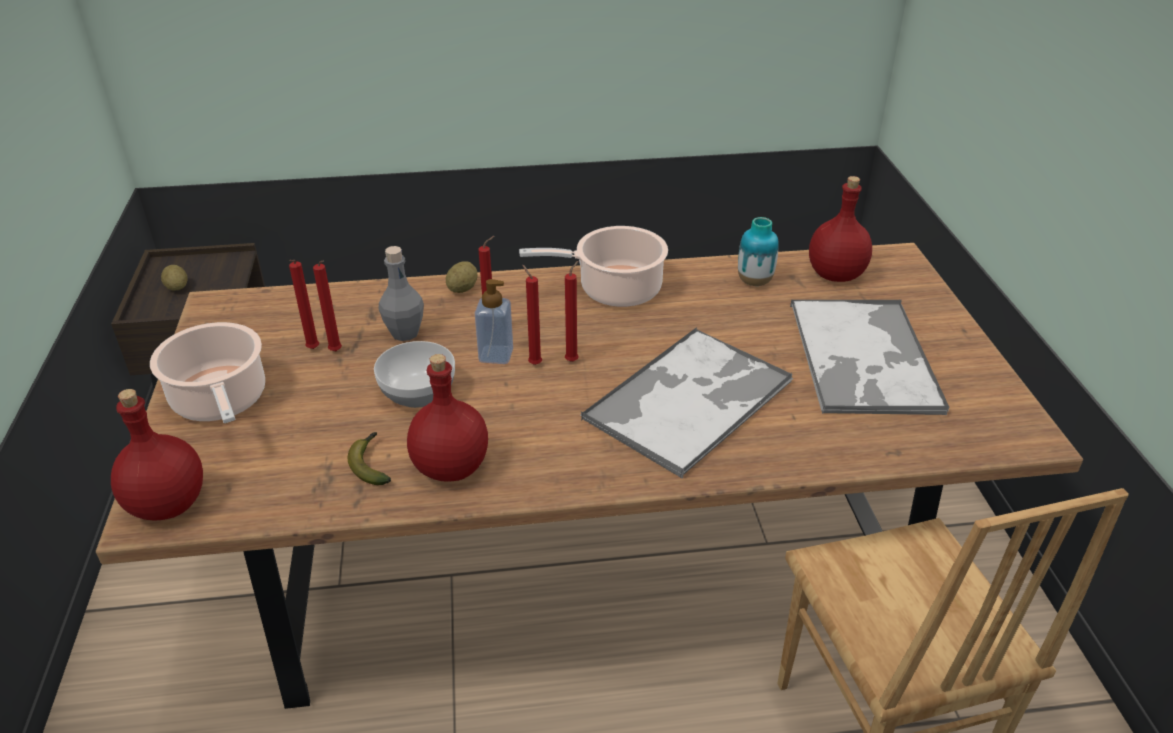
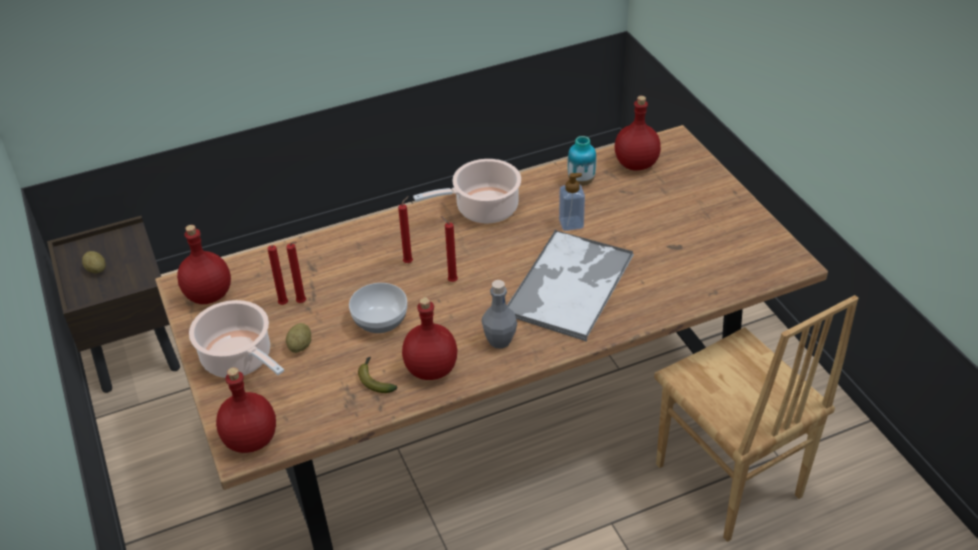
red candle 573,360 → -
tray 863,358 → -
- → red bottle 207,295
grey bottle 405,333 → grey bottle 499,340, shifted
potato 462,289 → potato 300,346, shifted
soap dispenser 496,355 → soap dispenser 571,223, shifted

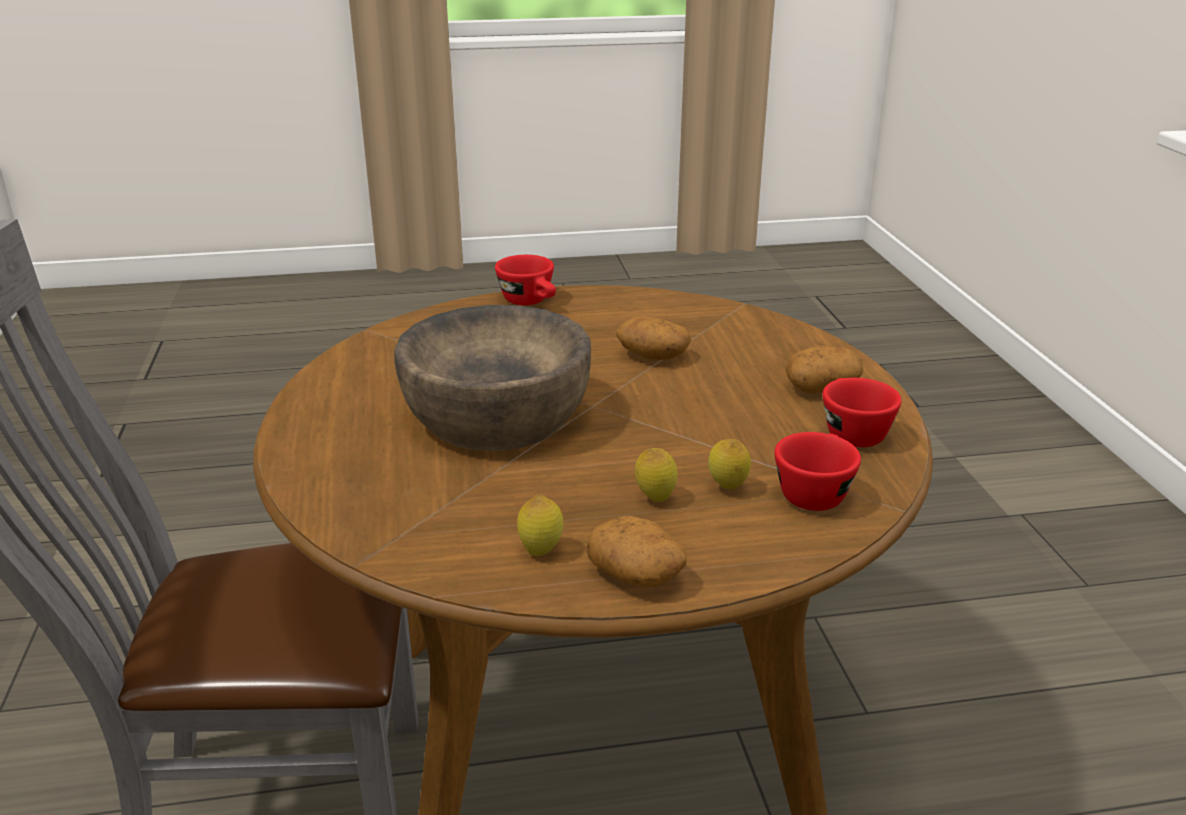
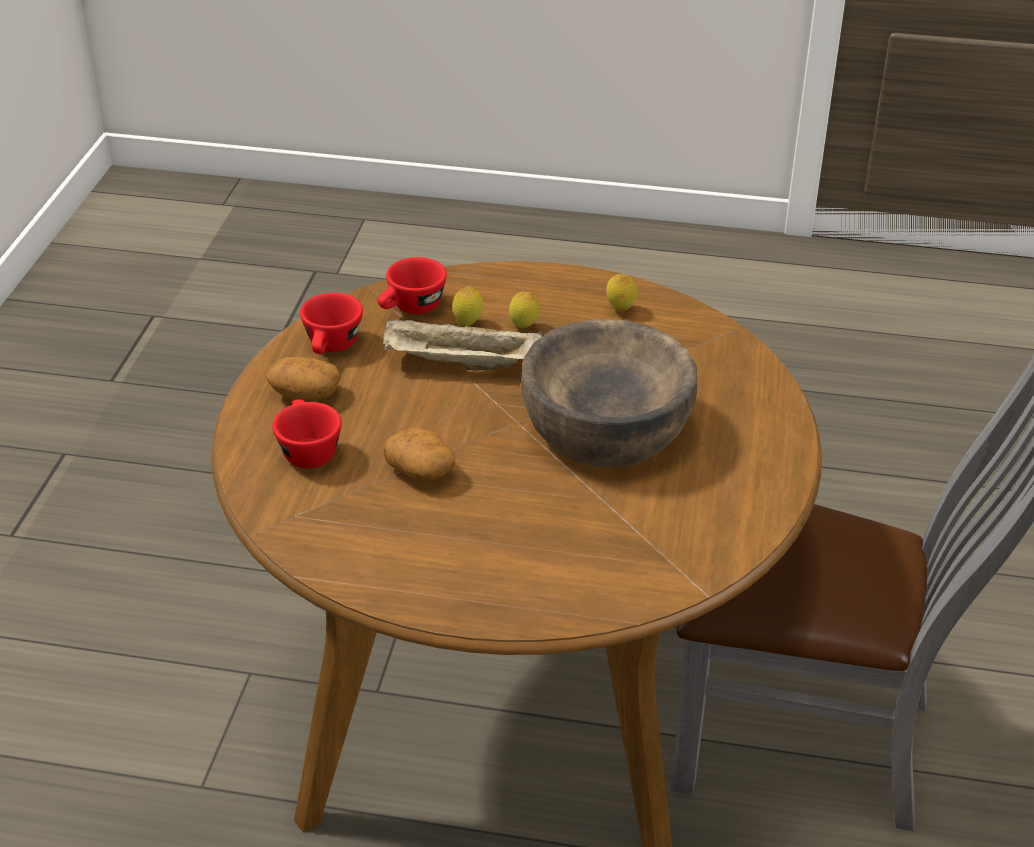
potato 637,574 → -
- → beige tray 459,364
red cup 531,302 → red cup 306,450, shifted

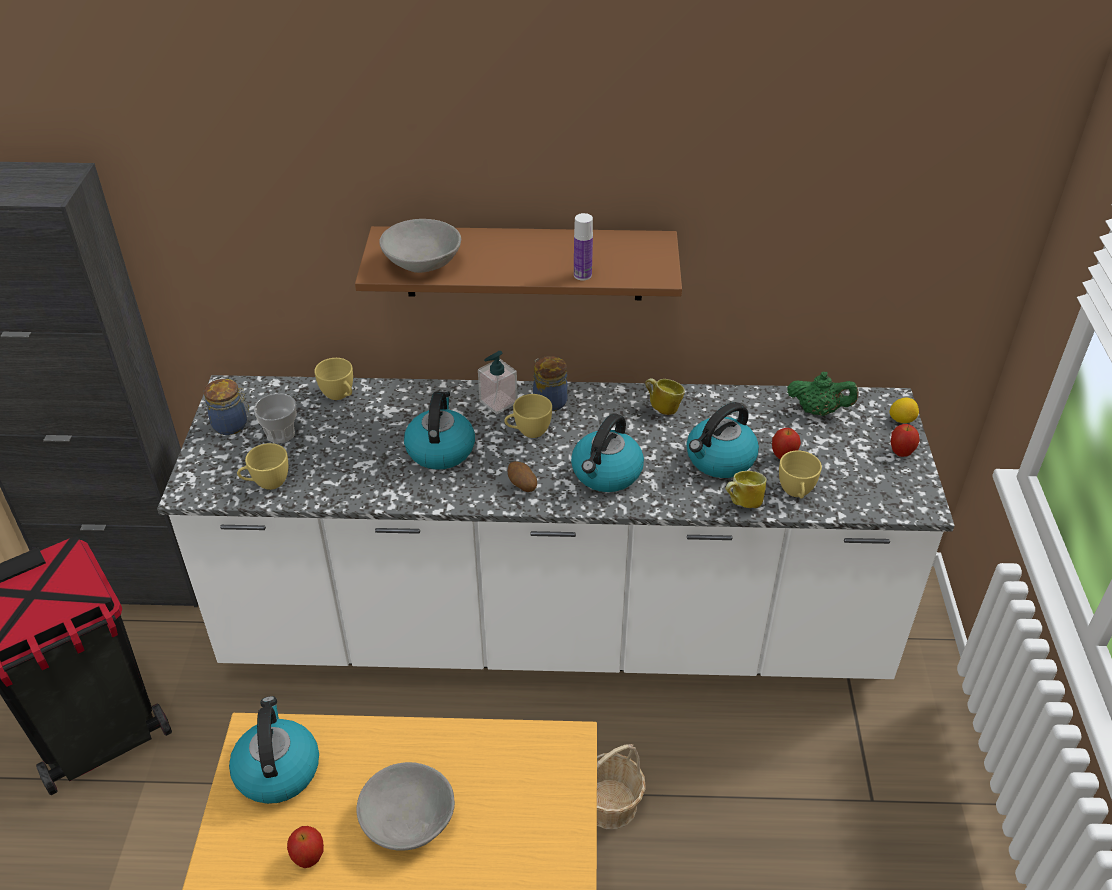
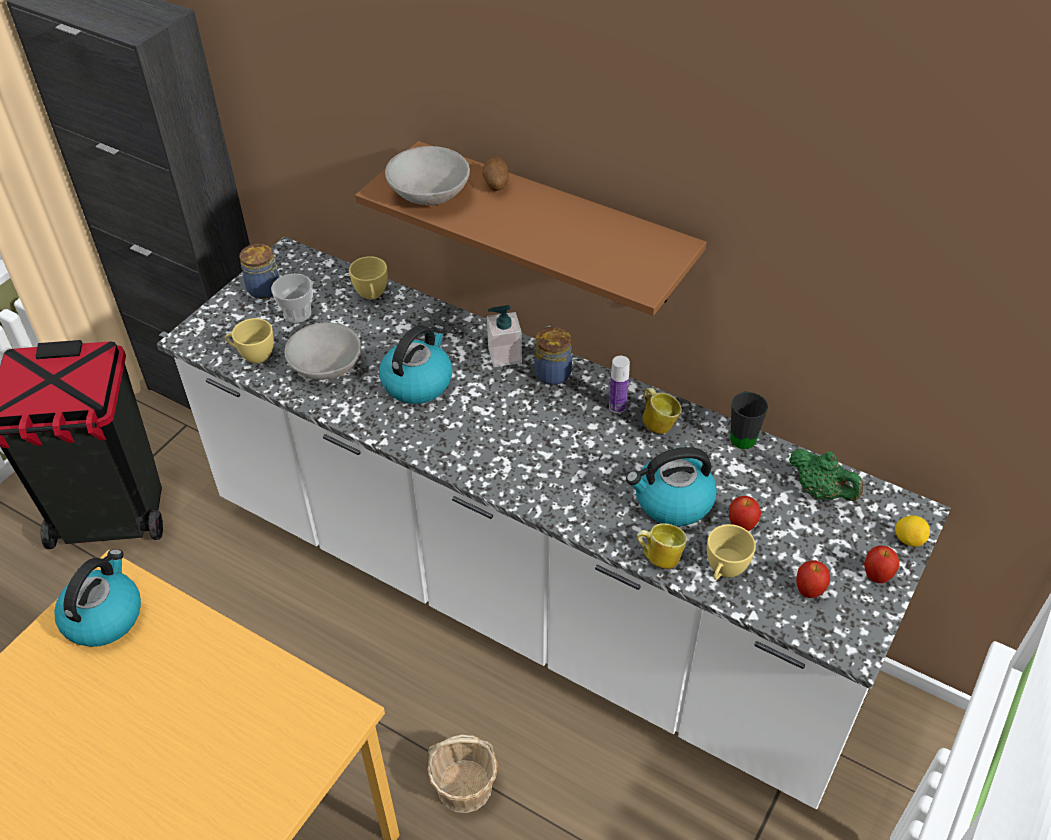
yellow cup 528,432 → -
kettle 606,473 → -
- → black mug 742,434
apple 309,858 → apple 808,591, shifted
grey bowl 408,821 → grey bowl 326,367, shifted
potato 522,485 → potato 495,185, shifted
bottle 582,275 → bottle 617,407, shifted

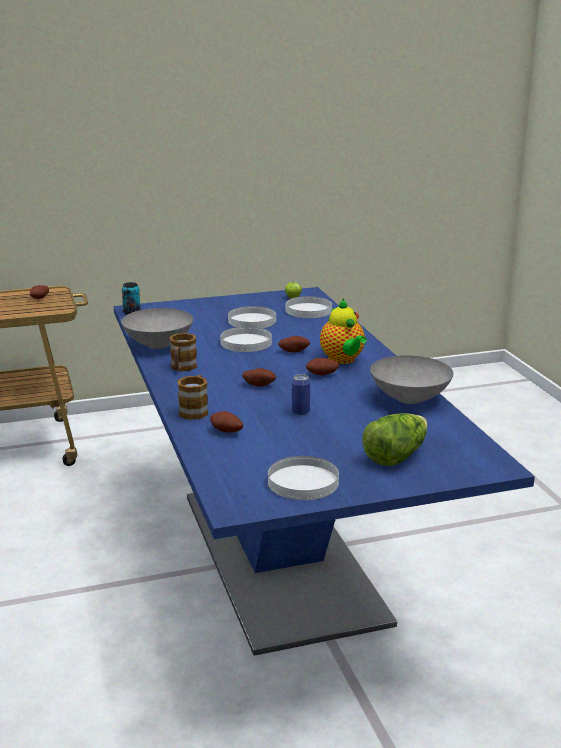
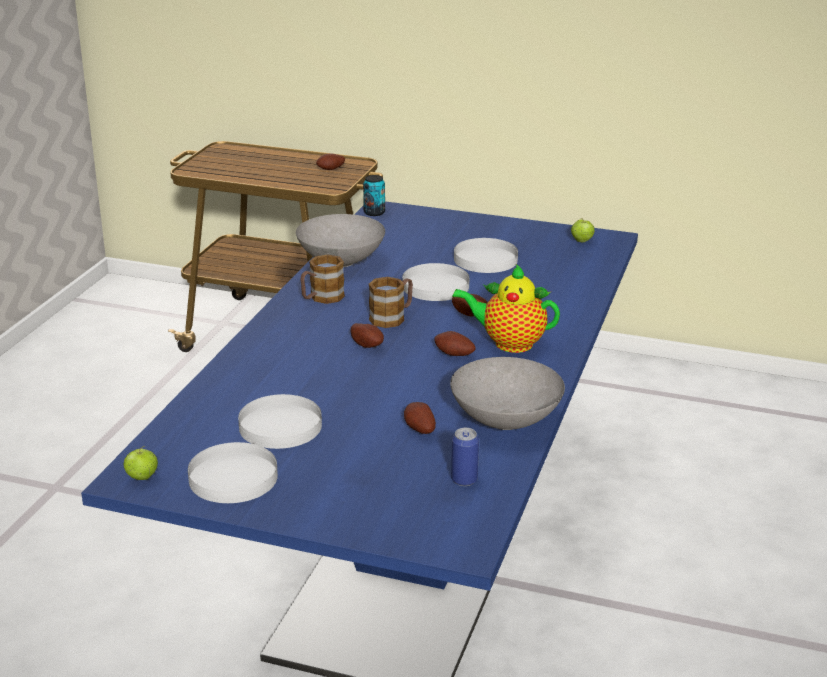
lettuce 395,456 → -
- → apple 142,477
mug 195,410 → mug 392,317, shifted
potato 226,432 → potato 419,430, shifted
white plate 308,310 → white plate 281,426, shifted
can 300,412 → can 464,480, shifted
teapot 343,360 → teapot 509,343, 90 degrees clockwise

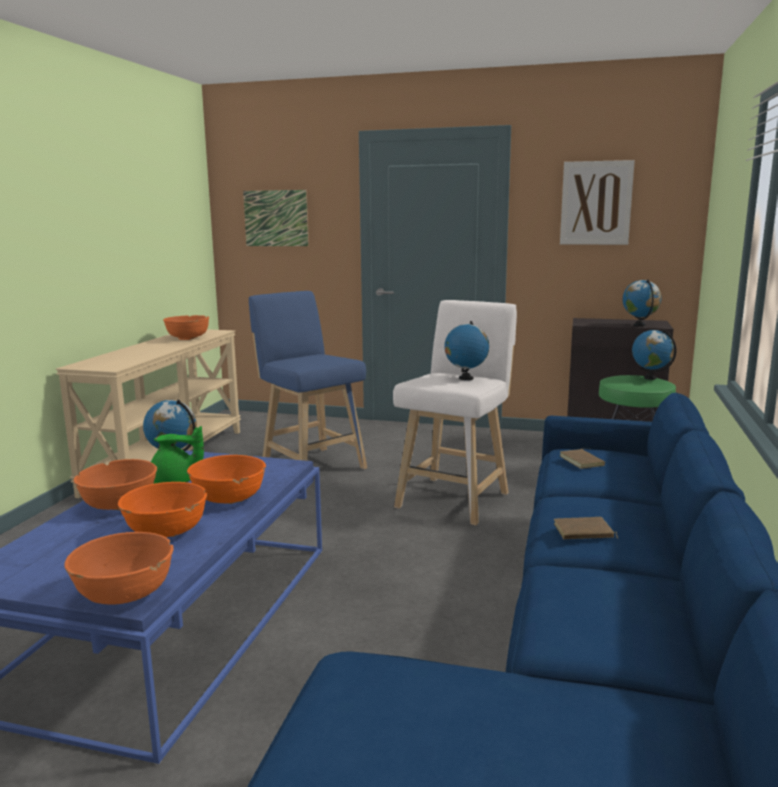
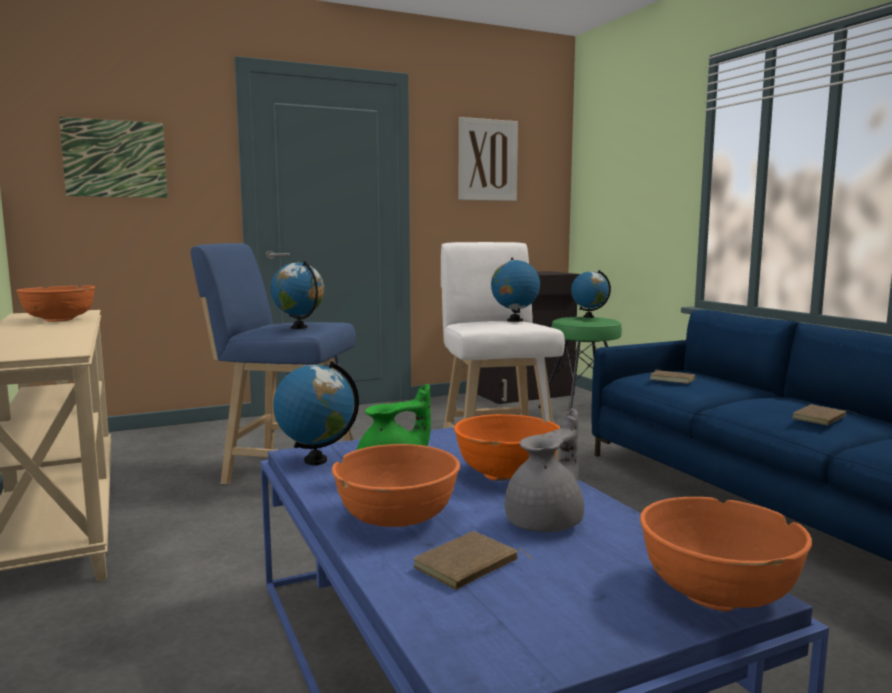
- → brown book 468,566
globe 639,325 → globe 299,327, shifted
orange bowl 166,532 → grey teapot 547,522

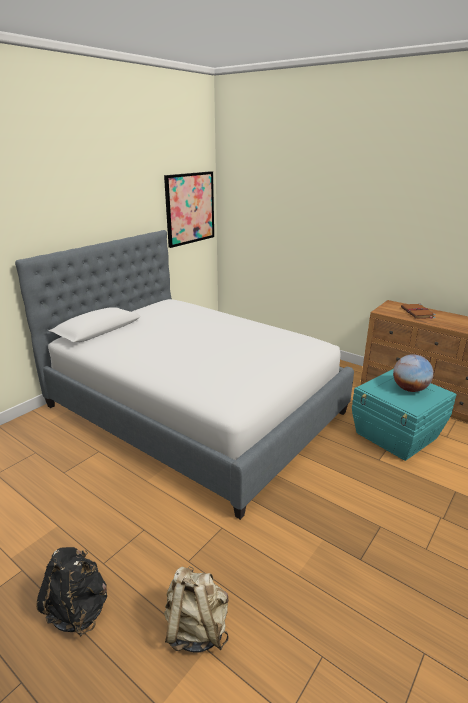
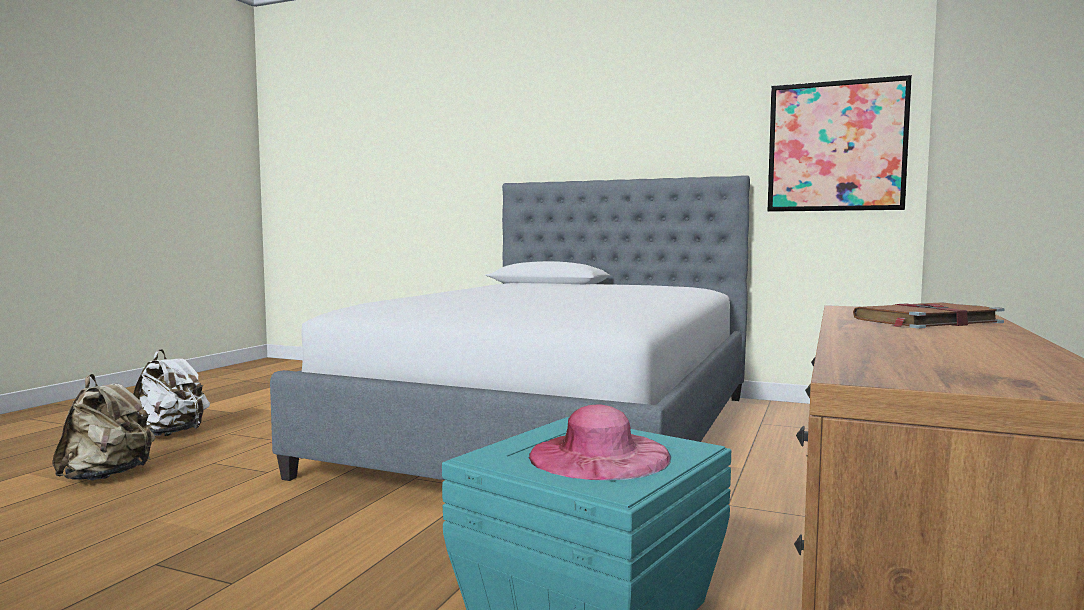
globe 409,389 → pink hat 599,456
black backpack 78,609 → white backpack 170,434

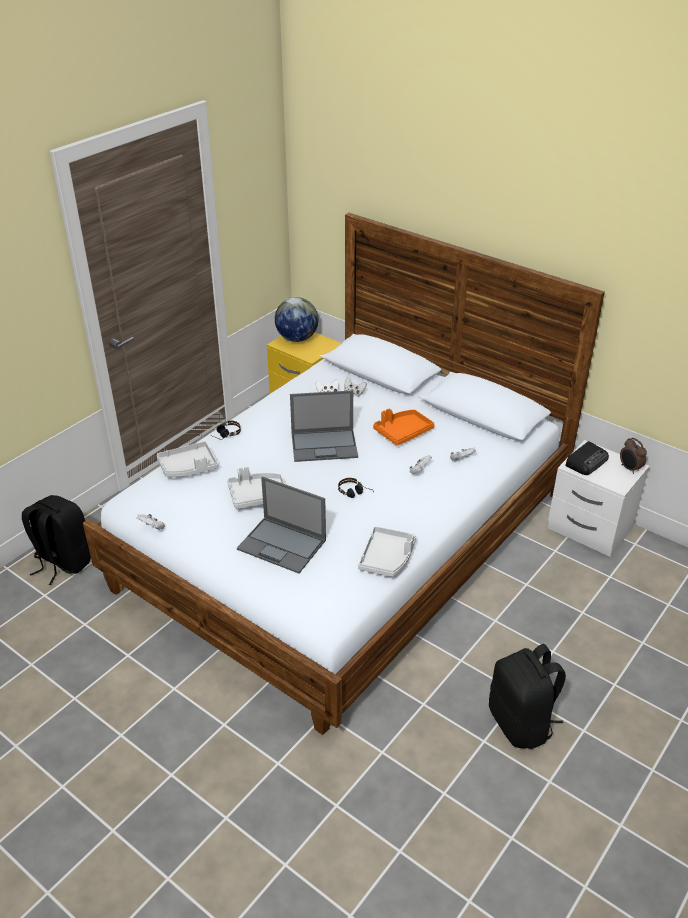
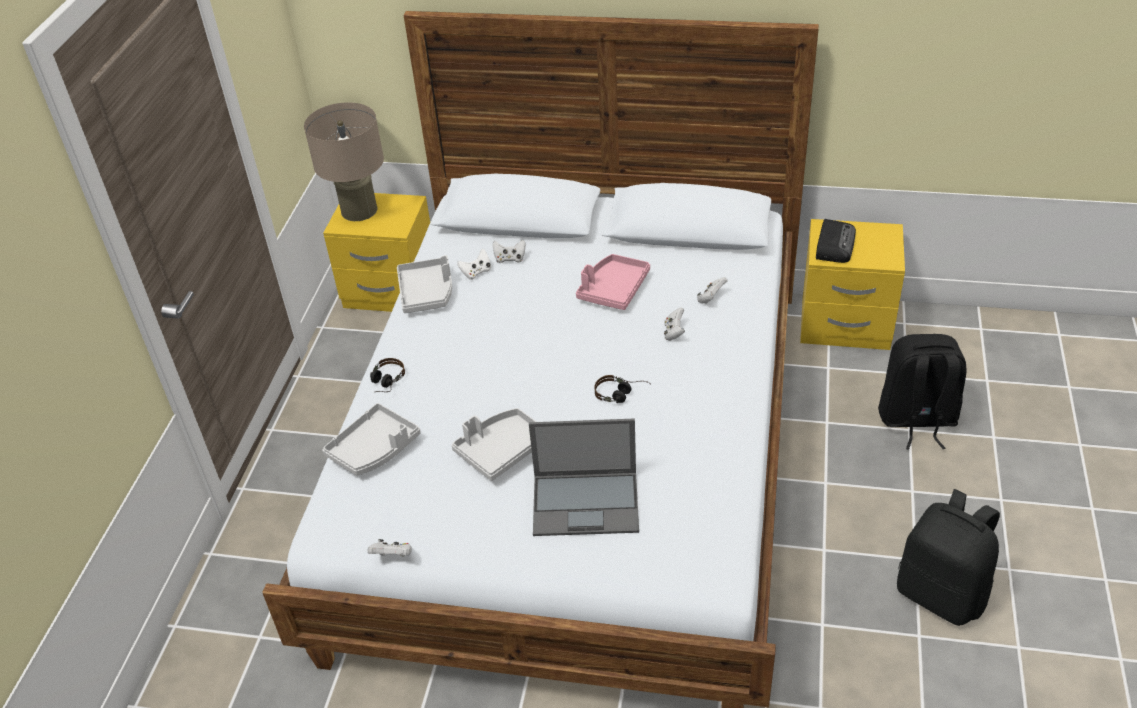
laptop 325,445 → -
alarm clock 629,468 → -
black backpack 63,562 → black backpack 916,420, shifted
grey tray 387,558 → grey tray 427,293, shifted
globe 297,338 → beige table lamp 359,210
orange tray 403,432 → pink tray 613,289
white nightstand 589,529 → yellow nightstand 845,326

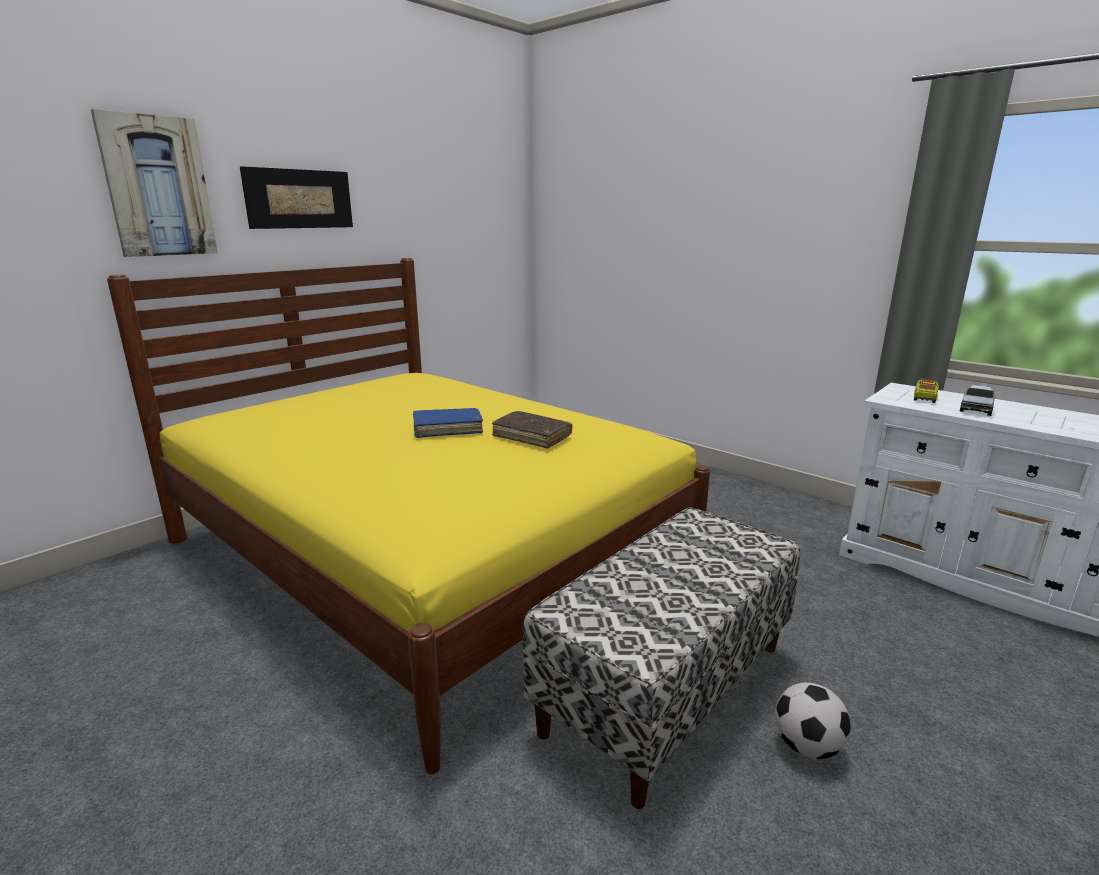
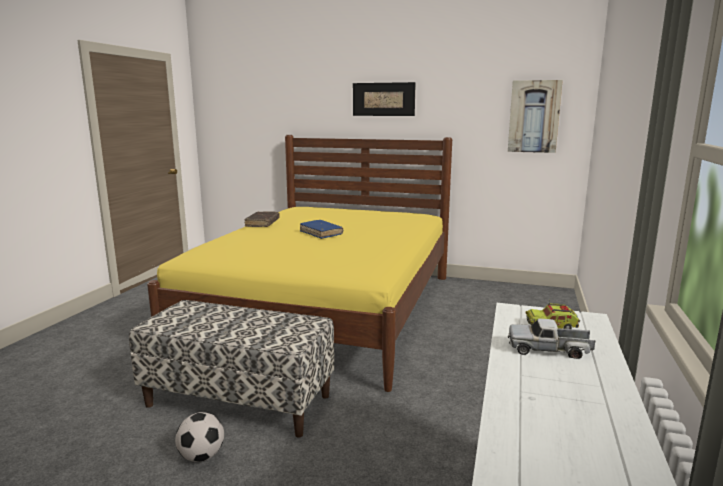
picture 158,187 → picture 534,116, shifted
brown book 532,436 → brown book 262,223, shifted

